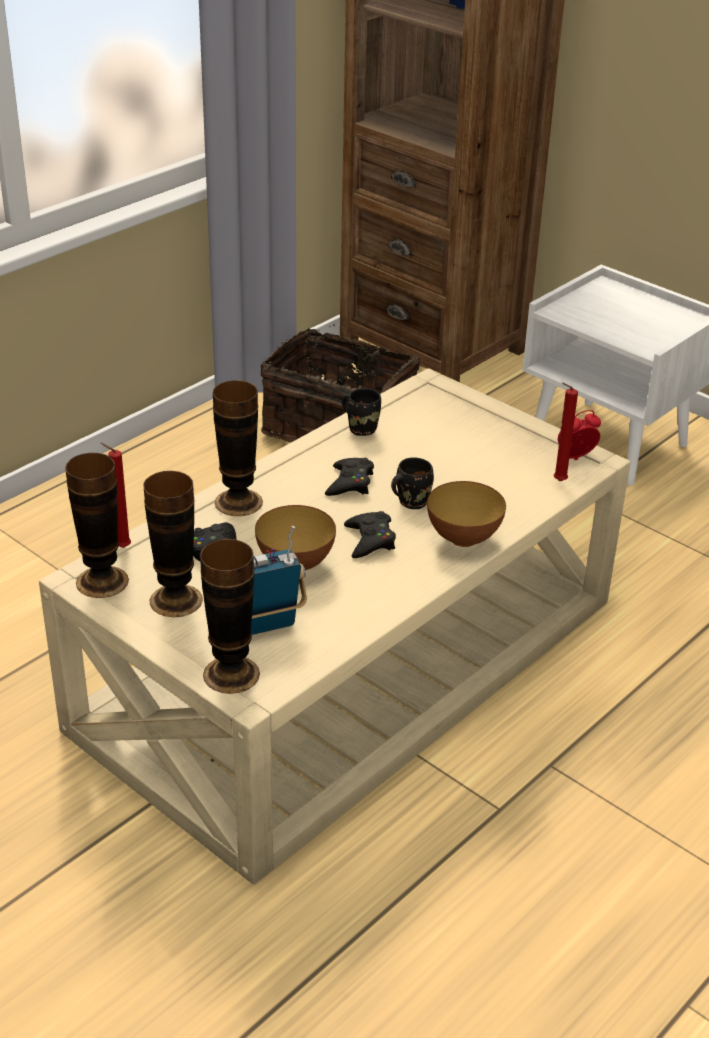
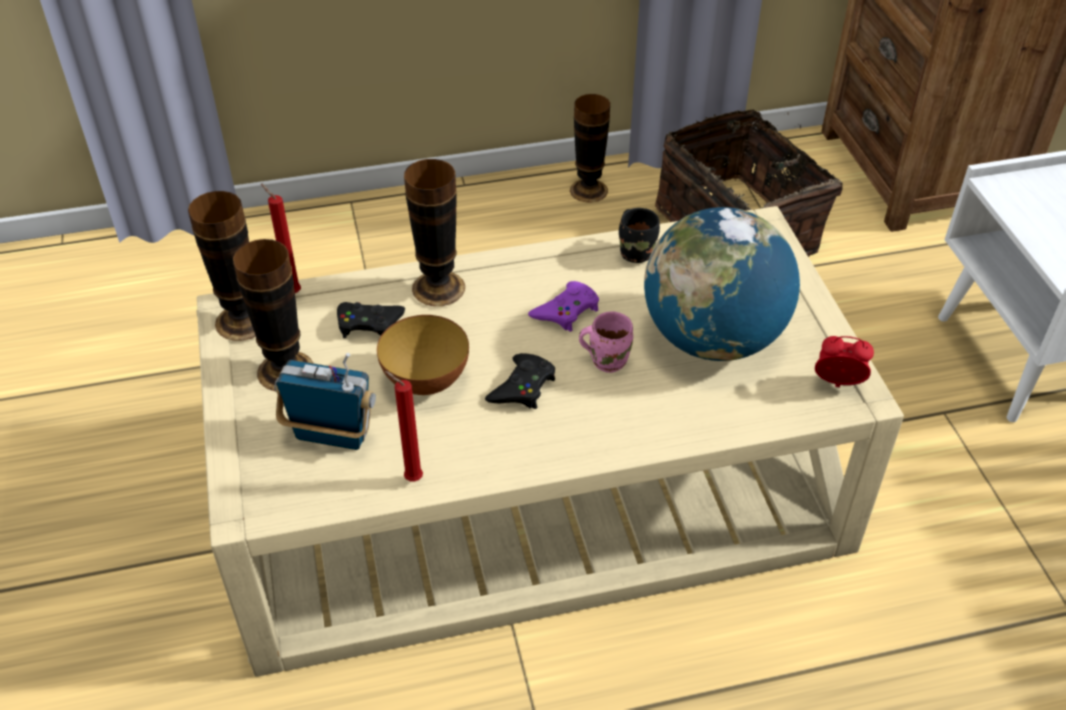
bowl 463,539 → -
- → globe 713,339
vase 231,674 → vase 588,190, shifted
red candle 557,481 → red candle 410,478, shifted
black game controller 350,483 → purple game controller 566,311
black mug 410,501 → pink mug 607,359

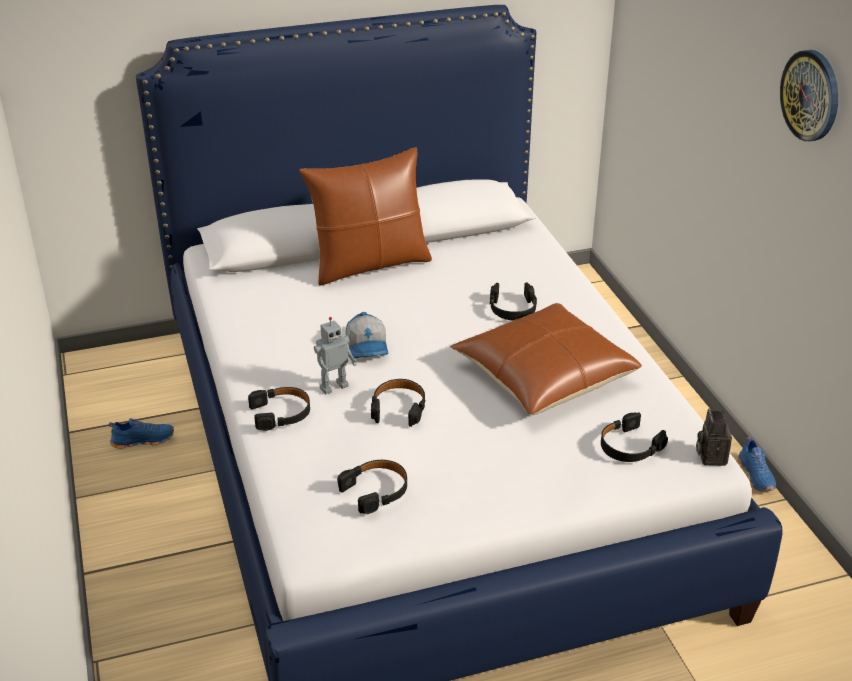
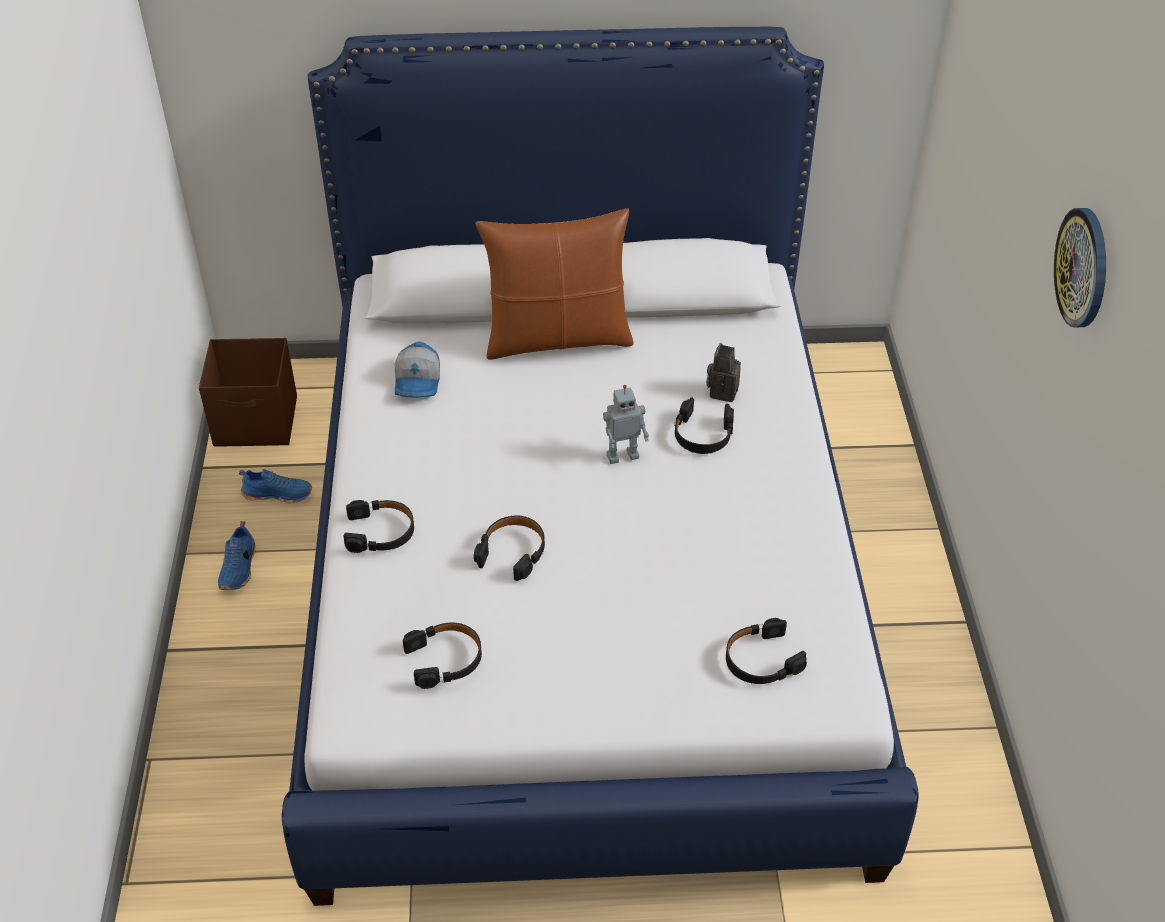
brown pillow 543,376 → -
- → brown storage box 257,422
toy robot 333,386 → toy robot 622,455, shifted
cap 368,346 → cap 418,382, shifted
photo camera 710,456 → photo camera 722,390, shifted
blue shoe 757,475 → blue shoe 239,568, shifted

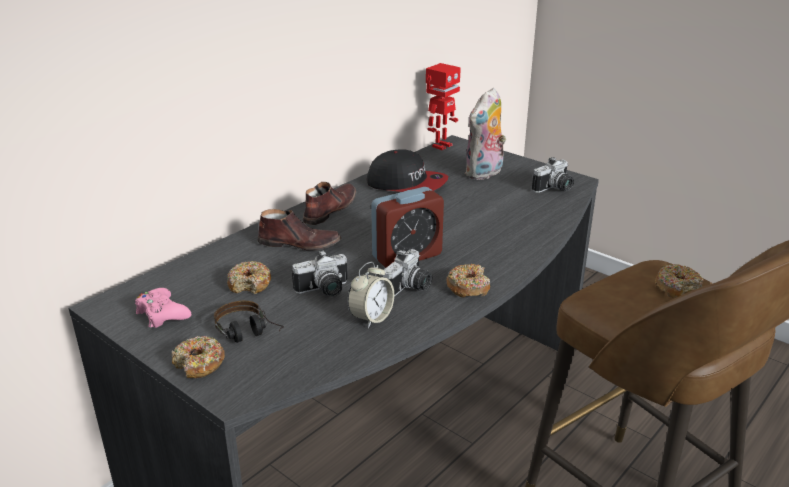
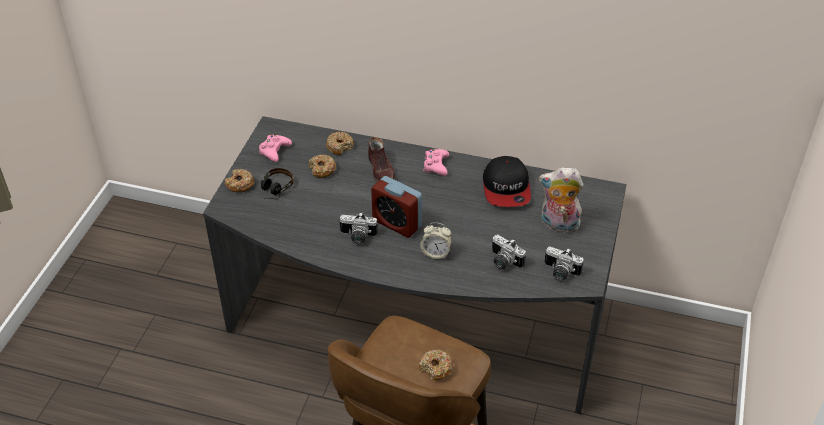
toy robot 441,146 → -
photo camera 324,291 → photo camera 503,262, shifted
alarm clock 371,318 → alarm clock 436,253, shifted
donut 468,287 → donut 340,146, shifted
brown shoe 329,210 → pink game controller 436,165

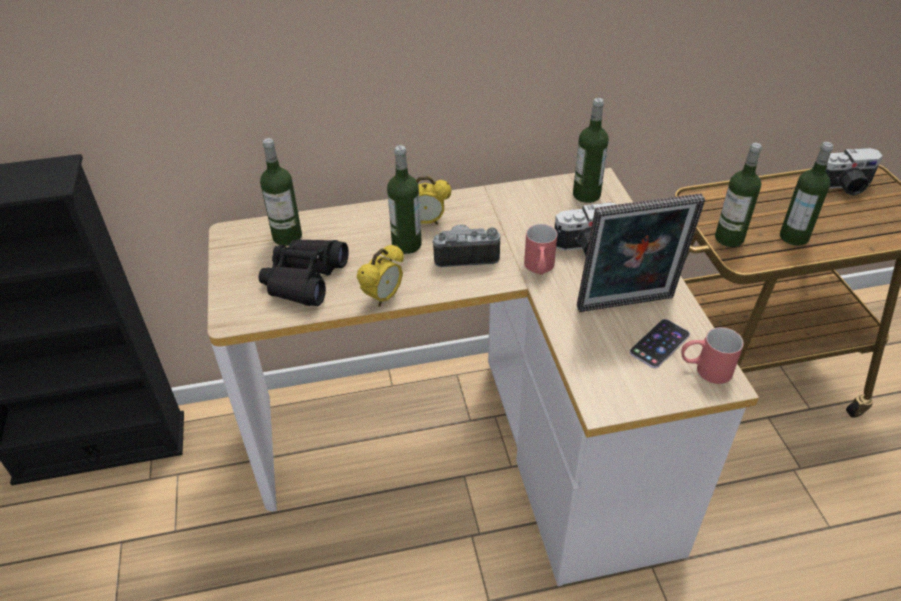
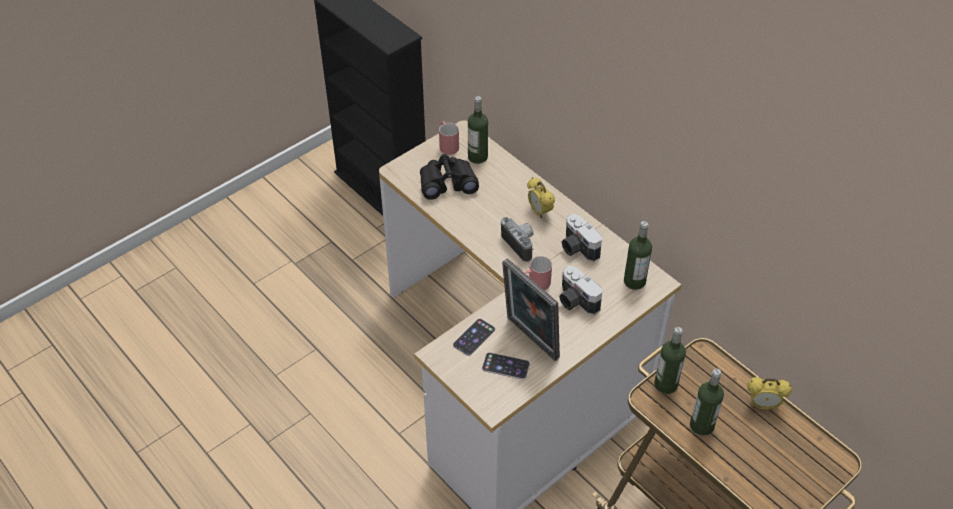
bottle 406,244 → -
- → phone 474,337
alarm clock 383,298 → alarm clock 763,405, shifted
red mug 704,370 → red mug 447,144, shifted
photo camera 844,186 → photo camera 577,248, shifted

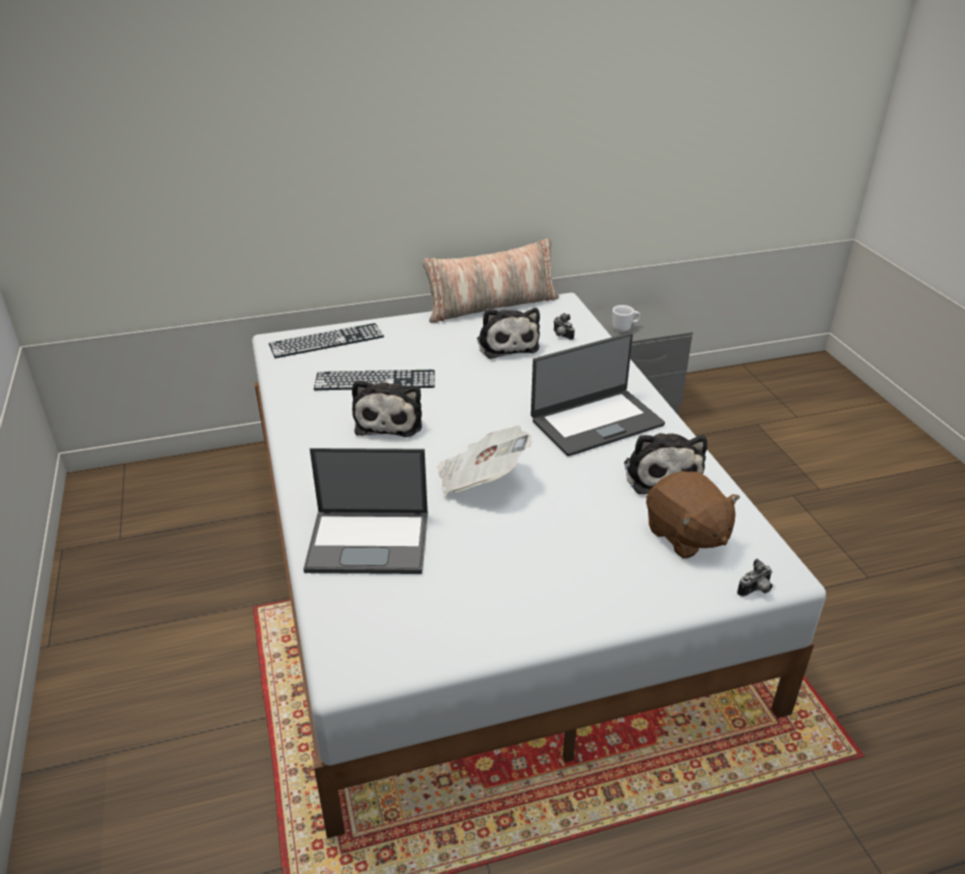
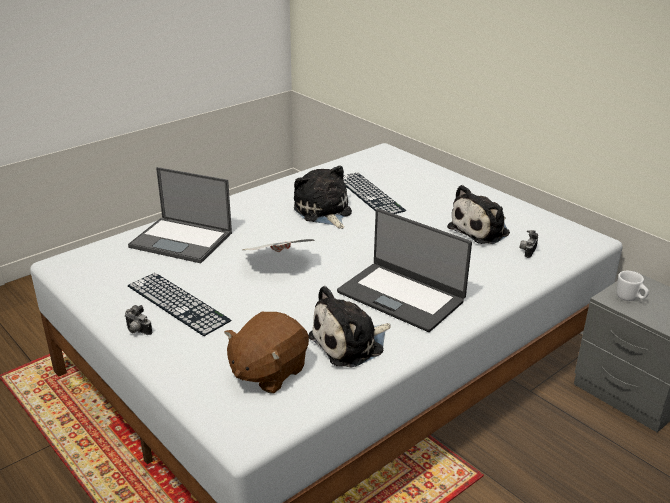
pillow 491,306 → -
keyboard 326,340 → keyboard 178,303, shifted
photo camera 756,591 → photo camera 137,331, shifted
laptop 370,541 → laptop 182,240, 45 degrees counterclockwise
plush toy 390,420 → plush toy 323,212, 90 degrees clockwise

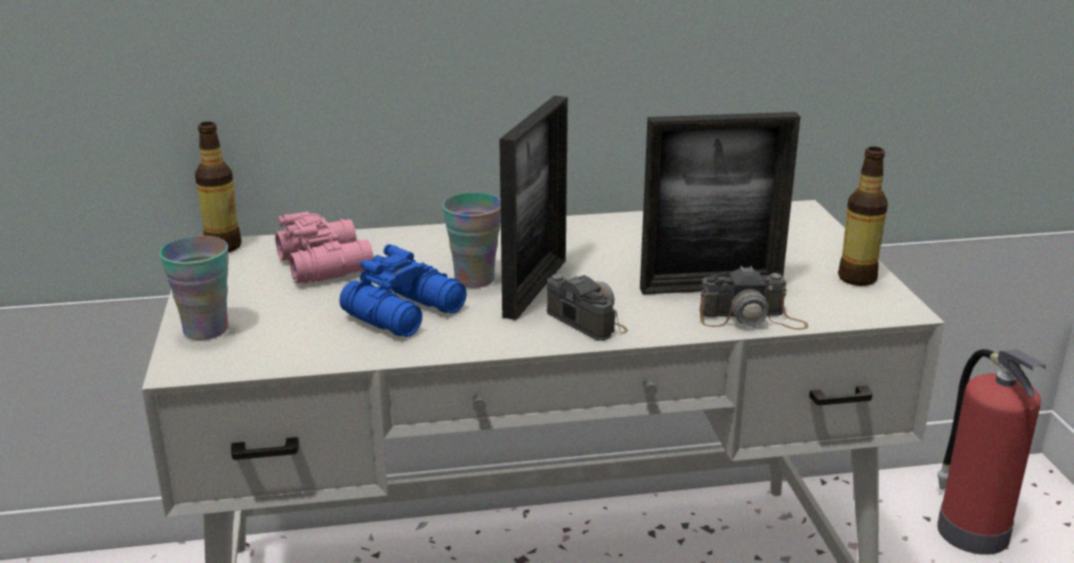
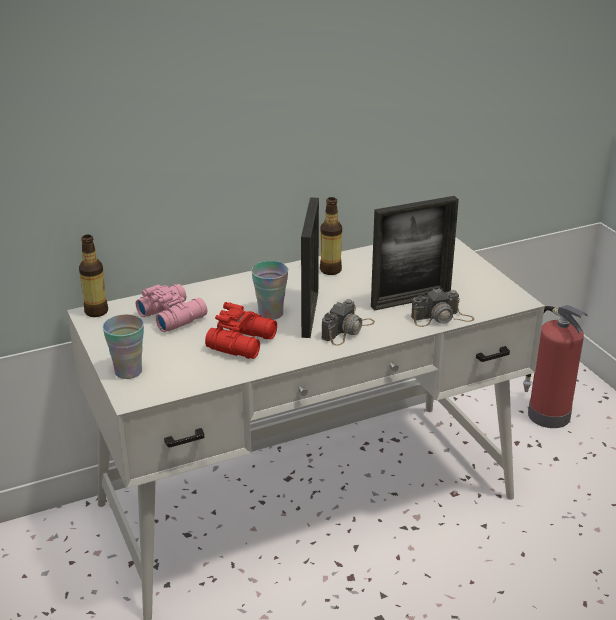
bottle 857,278 → bottle 330,270, shifted
blue binoculars 408,313 → red binoculars 244,342
photo camera 583,316 → photo camera 348,330, 90 degrees clockwise

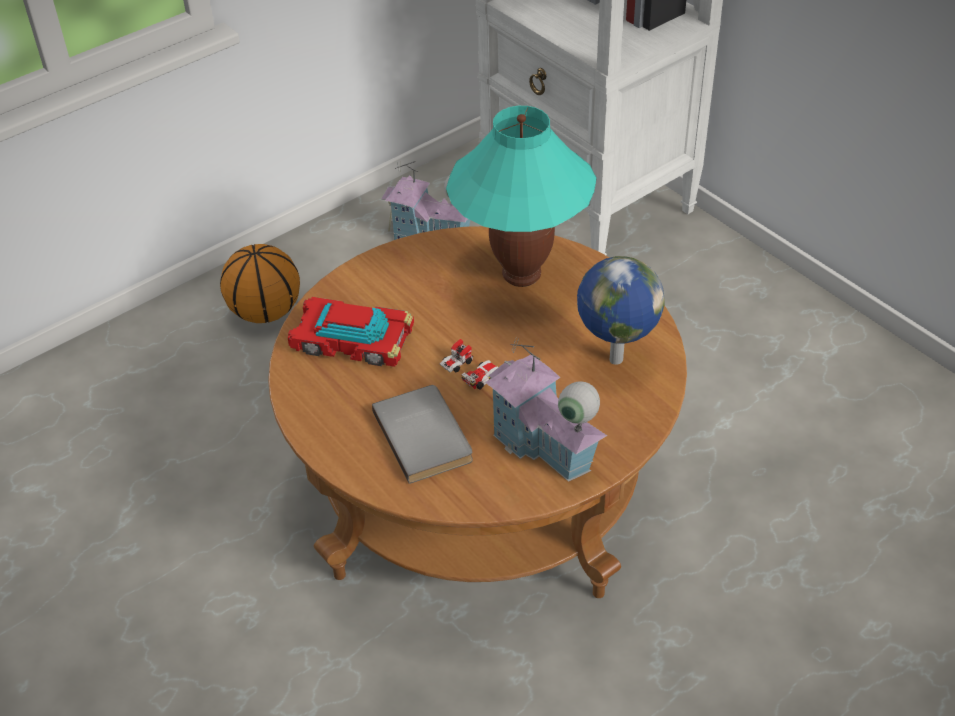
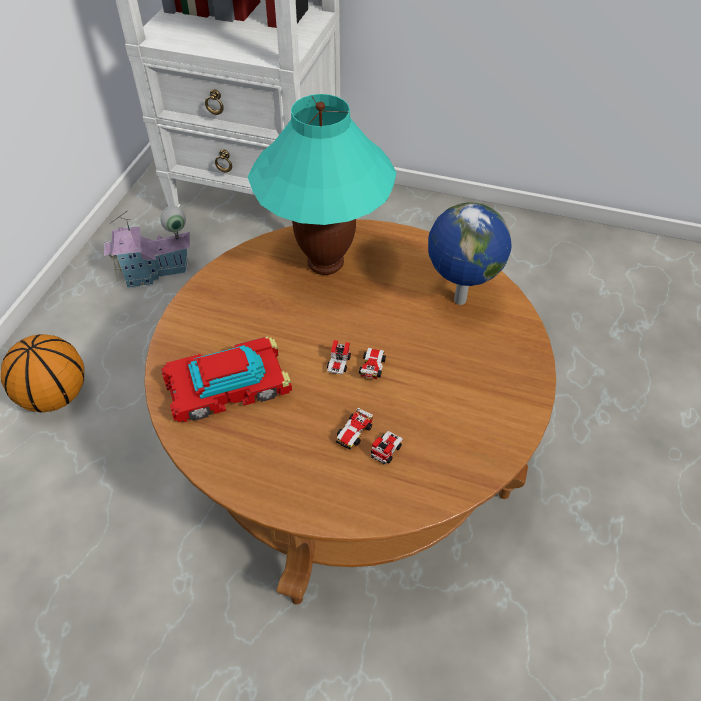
toy house 542,447 → -
grey book 426,435 → toy car 369,443

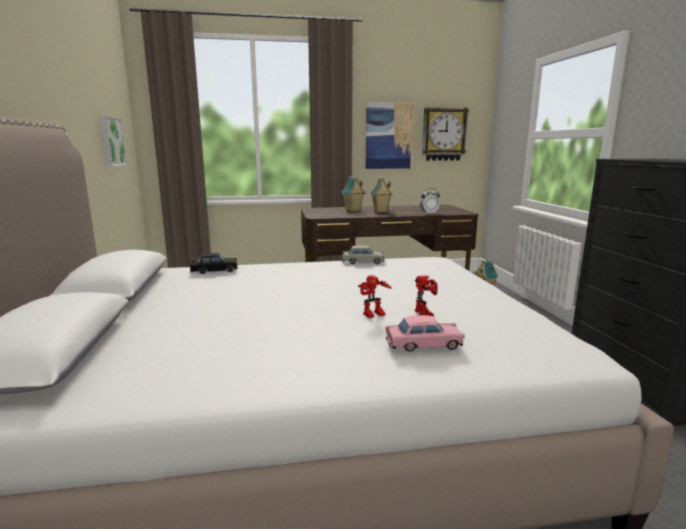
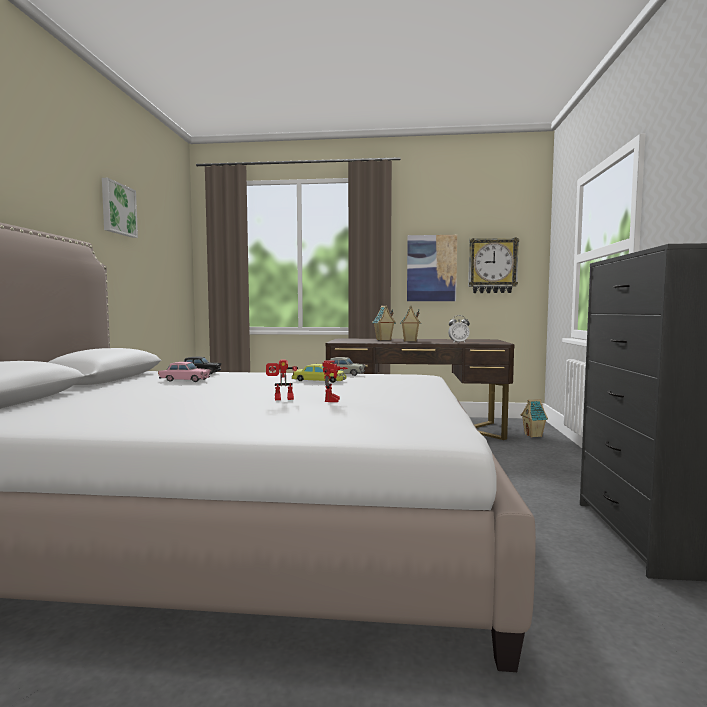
- → yellow toy car 319,380
picture 111,141 → picture 117,209, shifted
pink toy car 423,344 → pink toy car 185,380, shifted

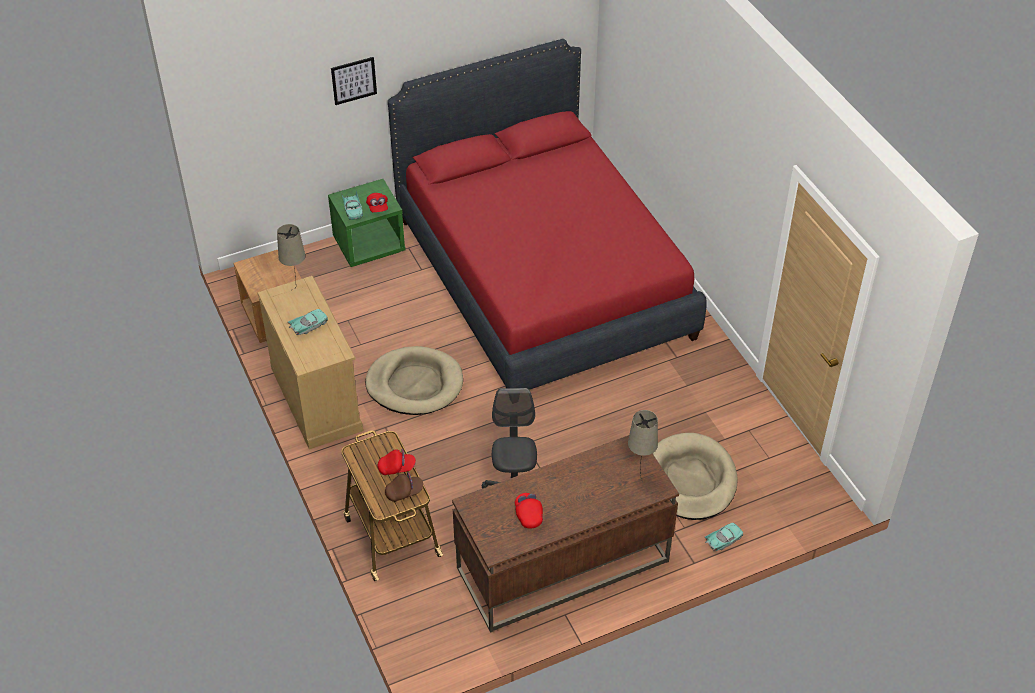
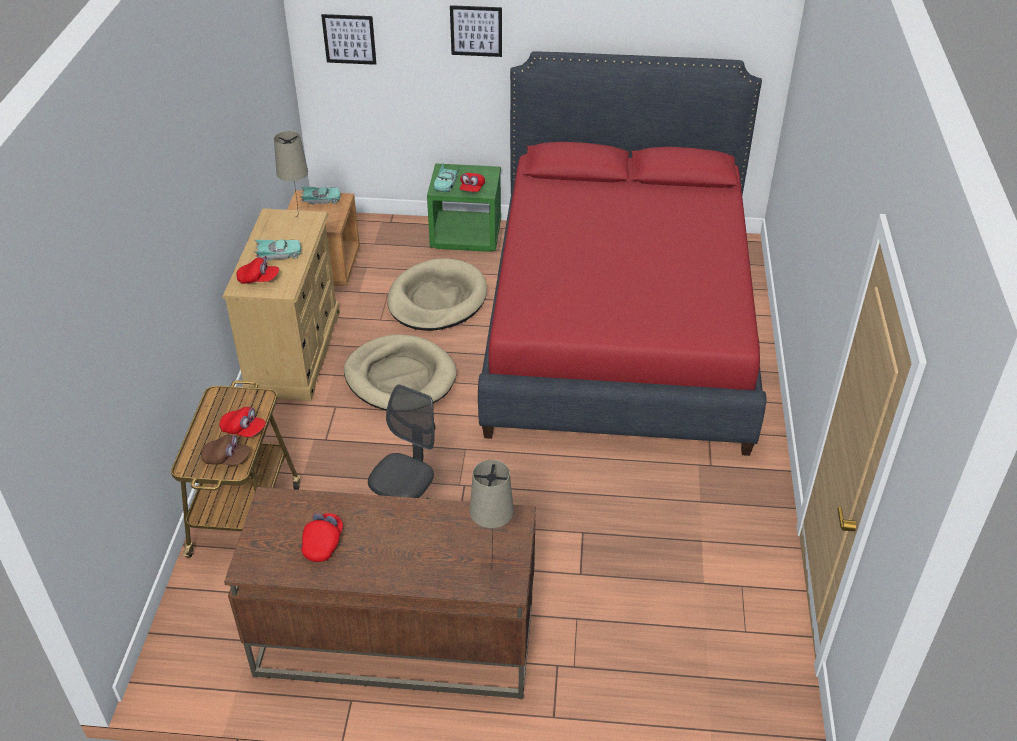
- → red cap 259,279
- → picture 349,39
beige dog bed 690,480 → beige dog bed 437,299, shifted
turquoise toy car 723,540 → turquoise toy car 321,200, shifted

